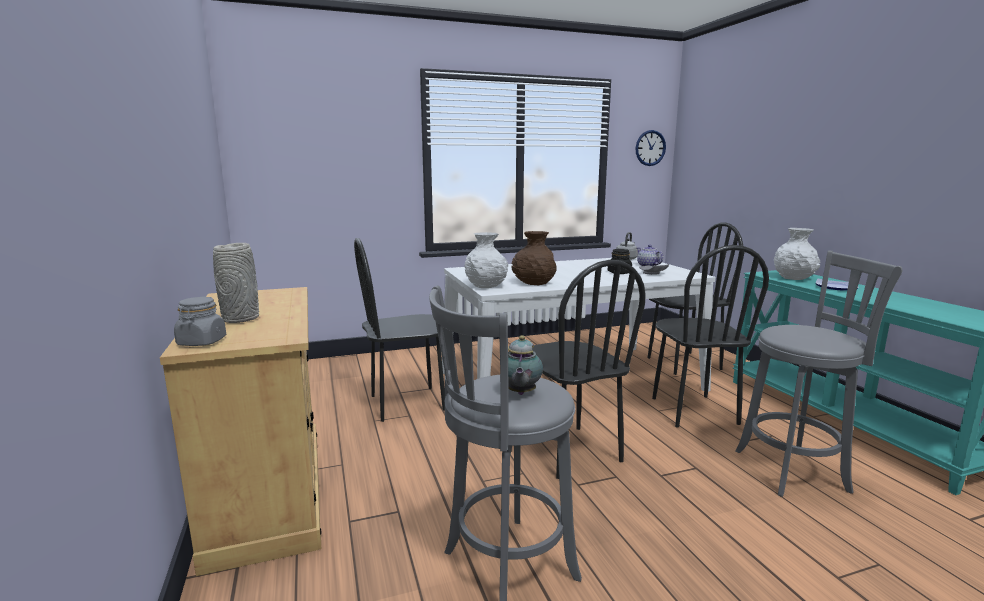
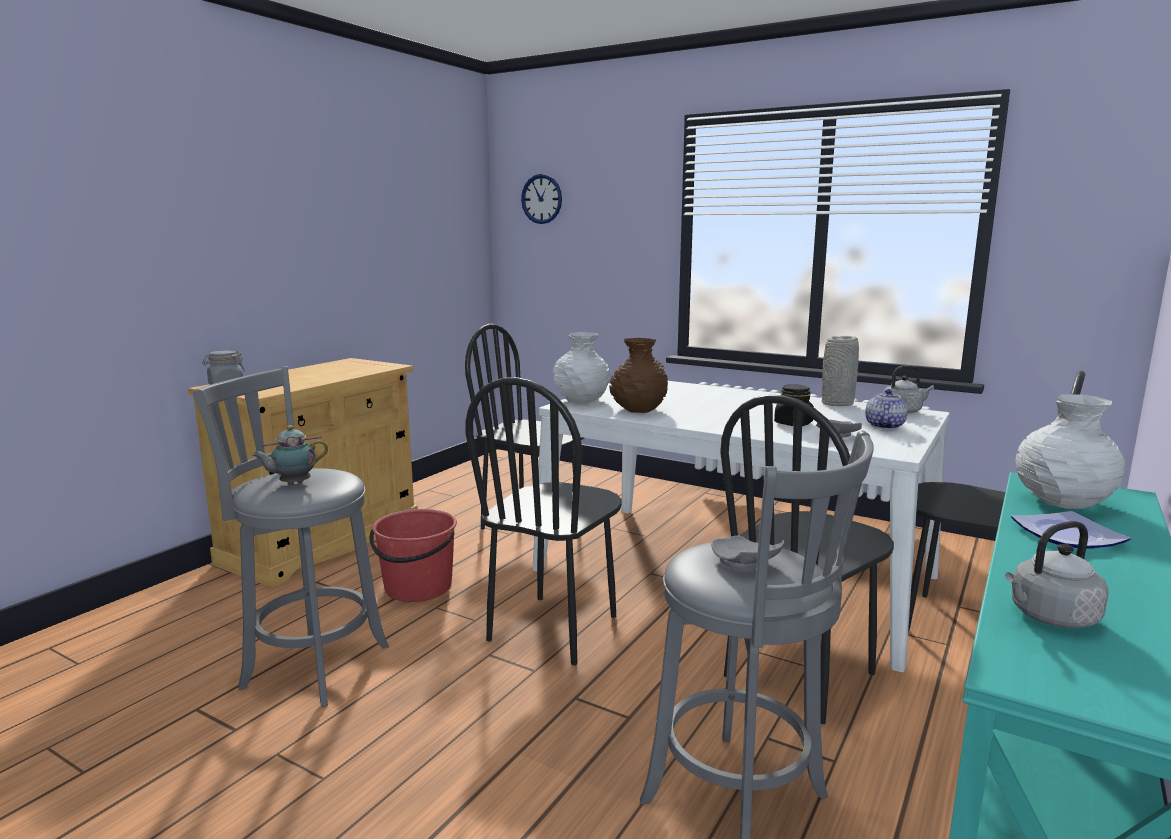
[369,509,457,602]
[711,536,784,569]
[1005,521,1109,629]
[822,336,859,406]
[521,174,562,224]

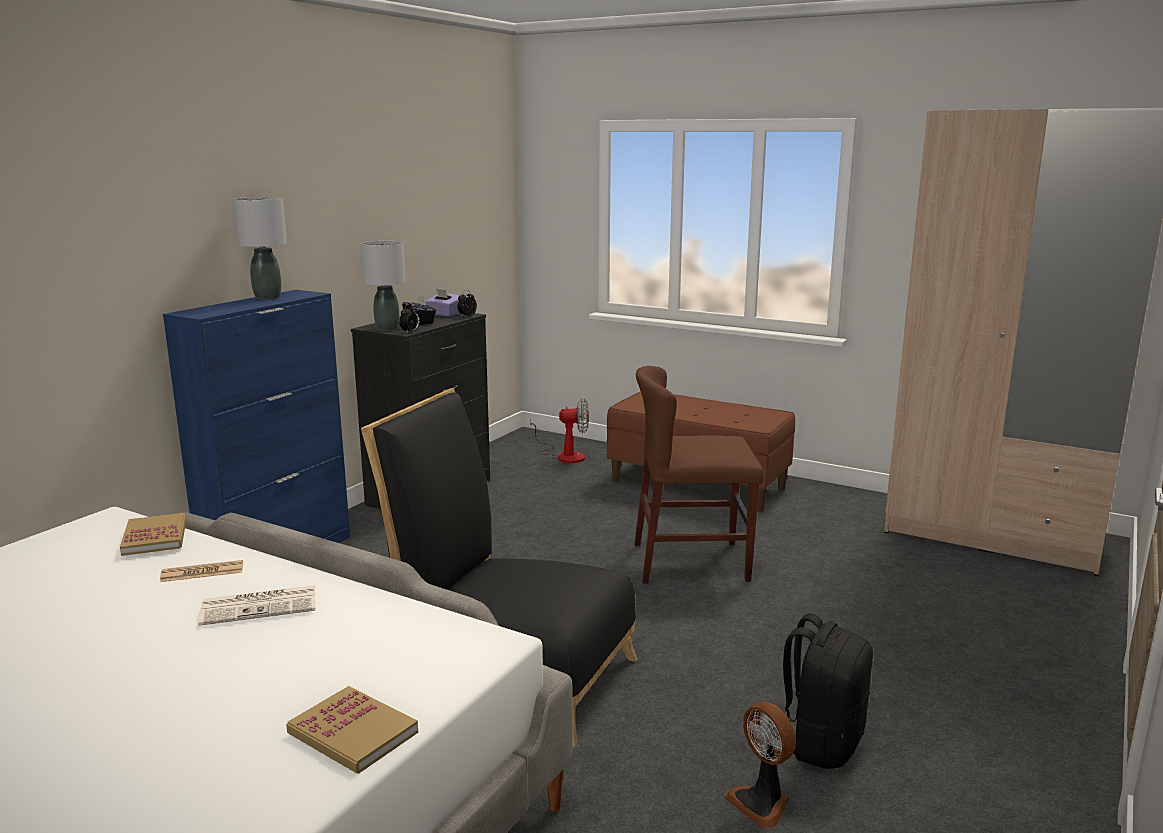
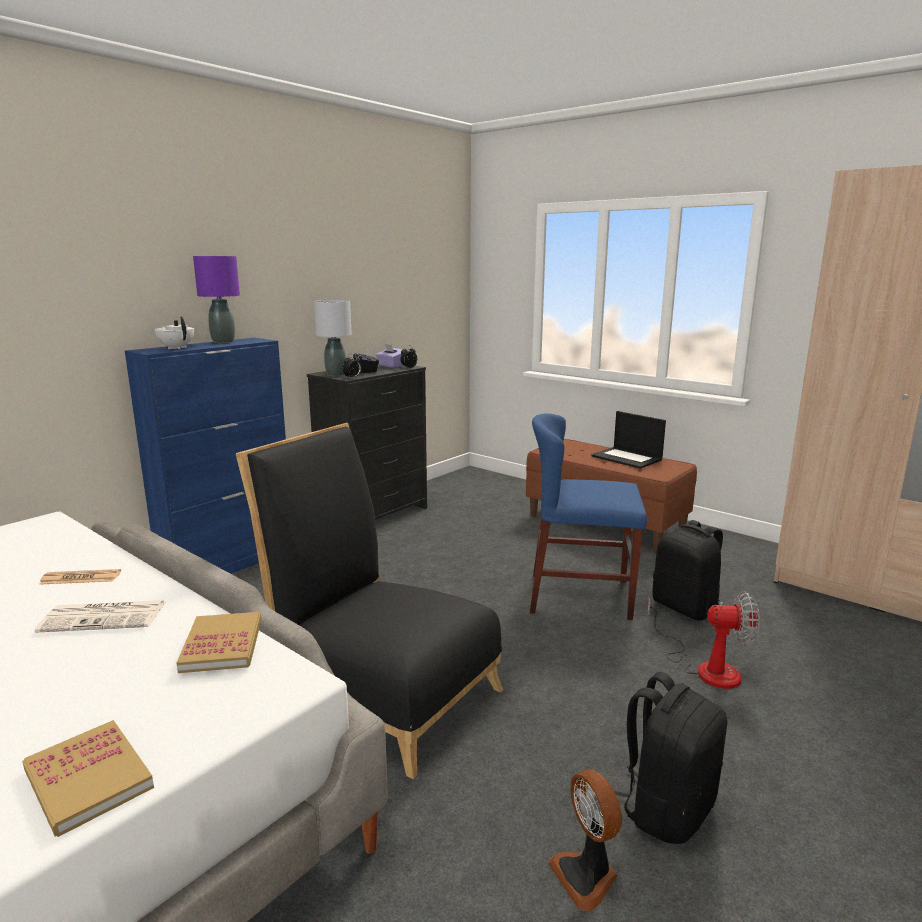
[154,316,194,349]
[592,411,666,469]
[652,520,723,620]
[177,612,261,673]
[647,591,760,689]
[193,256,240,343]
[530,413,647,620]

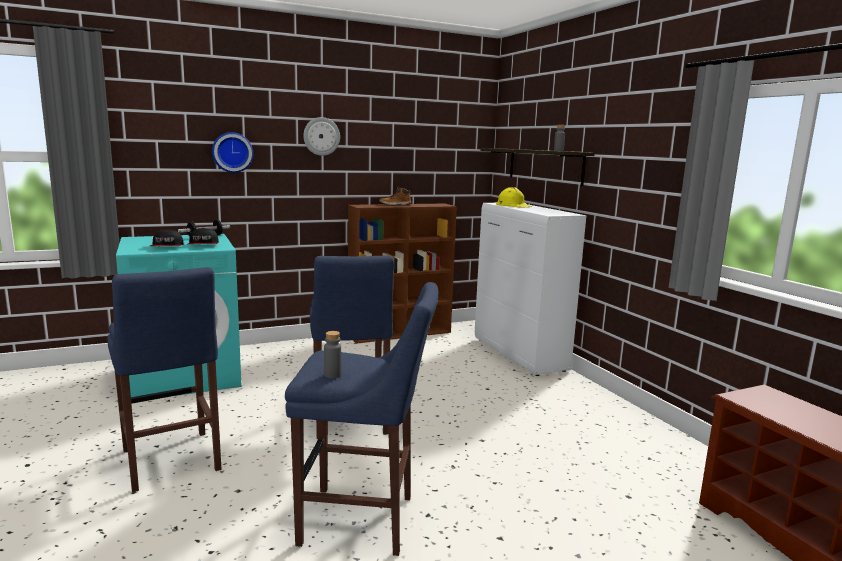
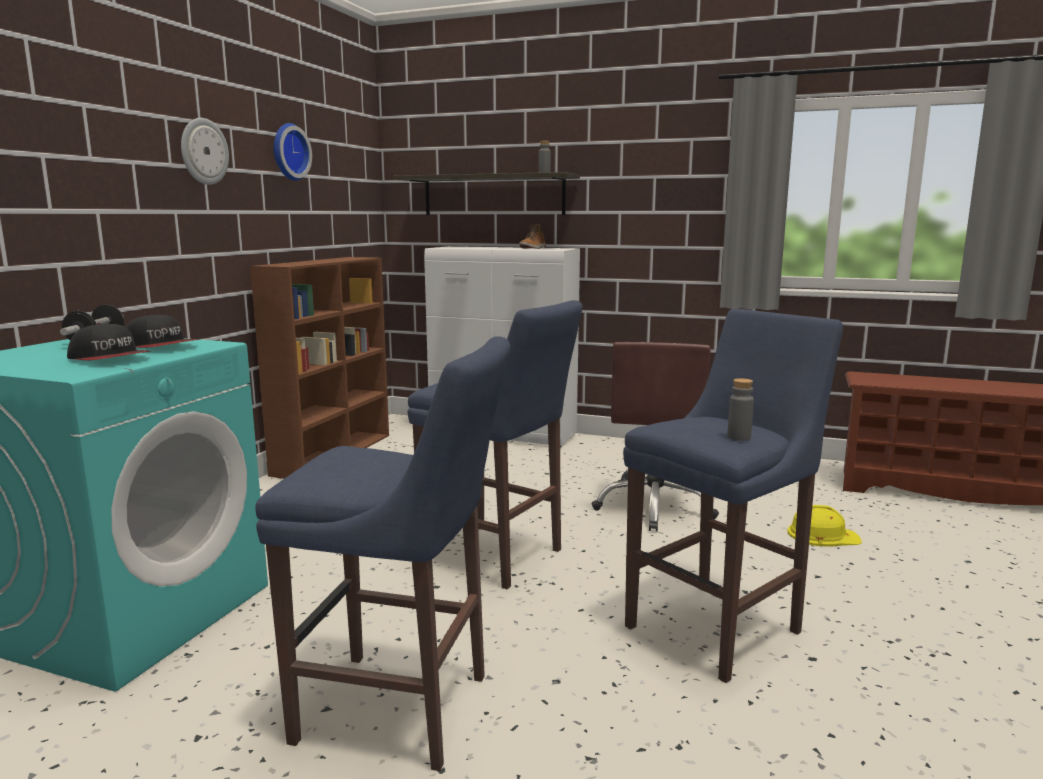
[592,342,719,532]
[273,123,312,181]
[519,223,546,249]
[788,505,862,547]

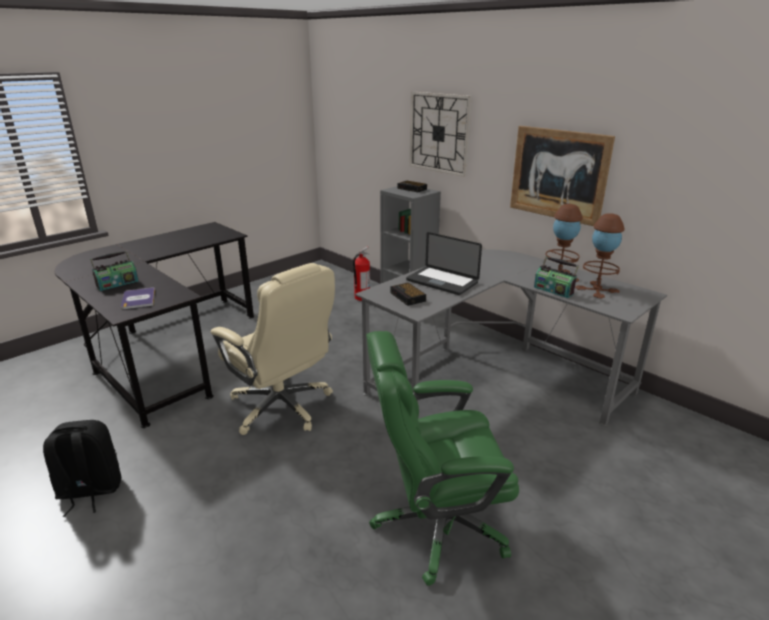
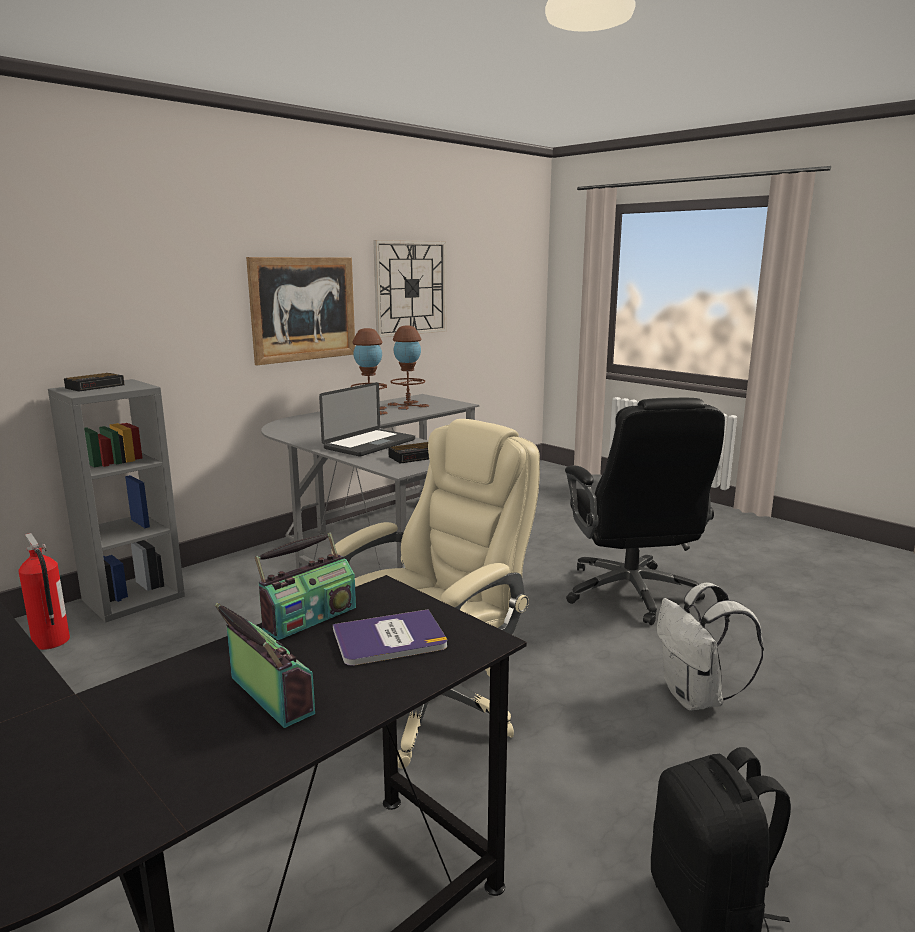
[657,583,764,711]
[373,240,446,338]
[255,533,356,640]
[565,398,725,625]

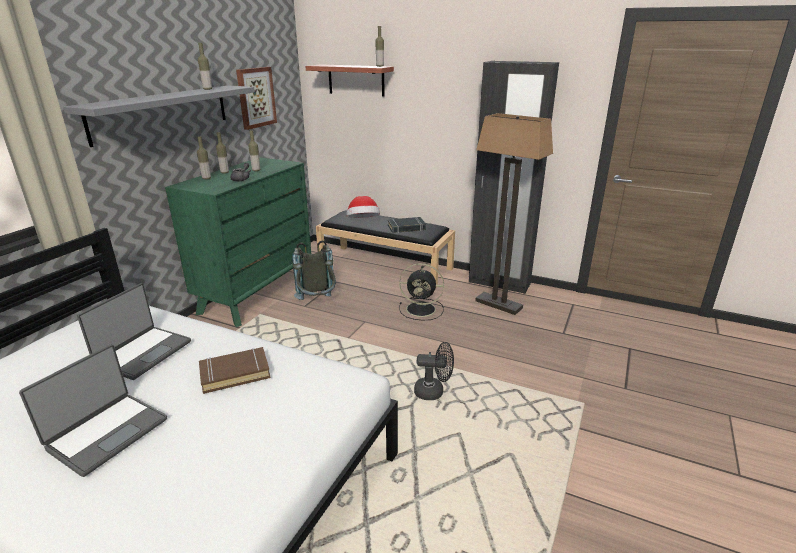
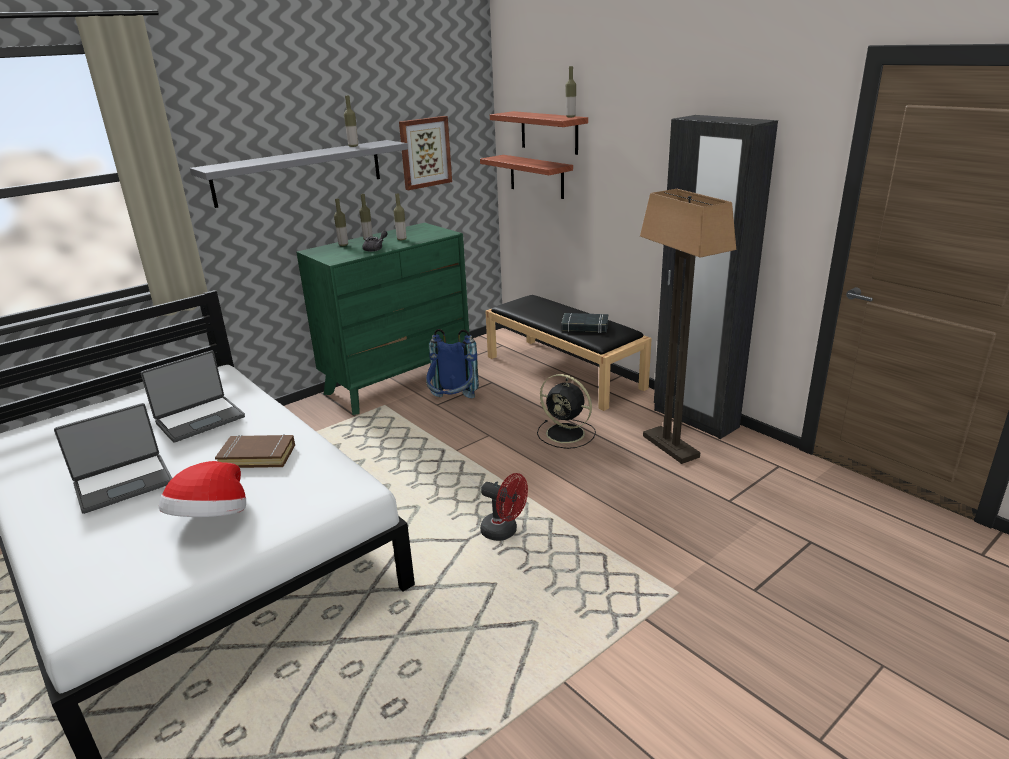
[480,155,573,199]
[159,461,246,517]
[426,329,479,398]
[480,473,528,541]

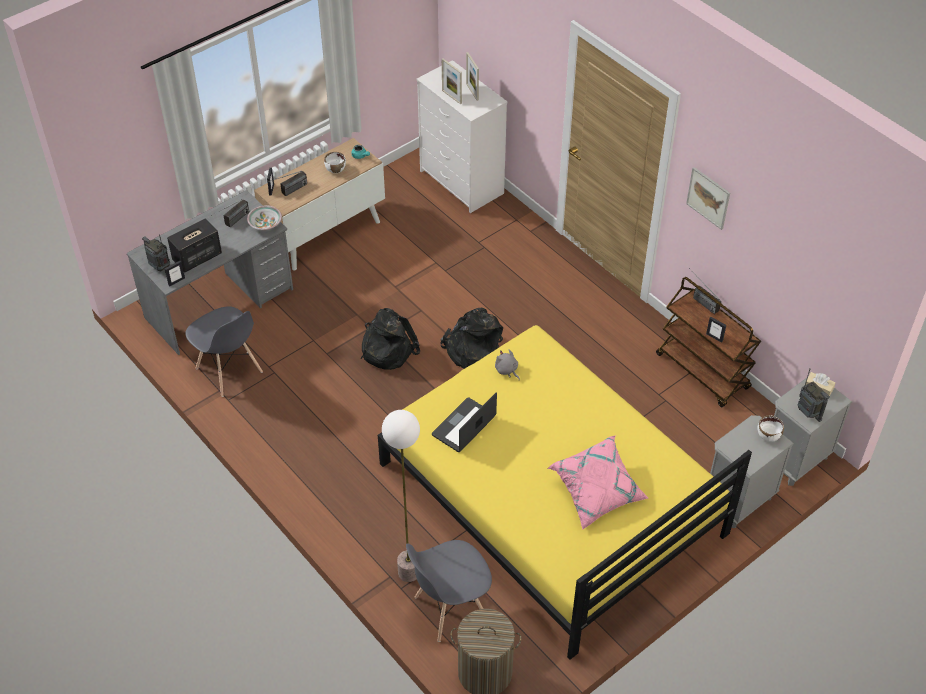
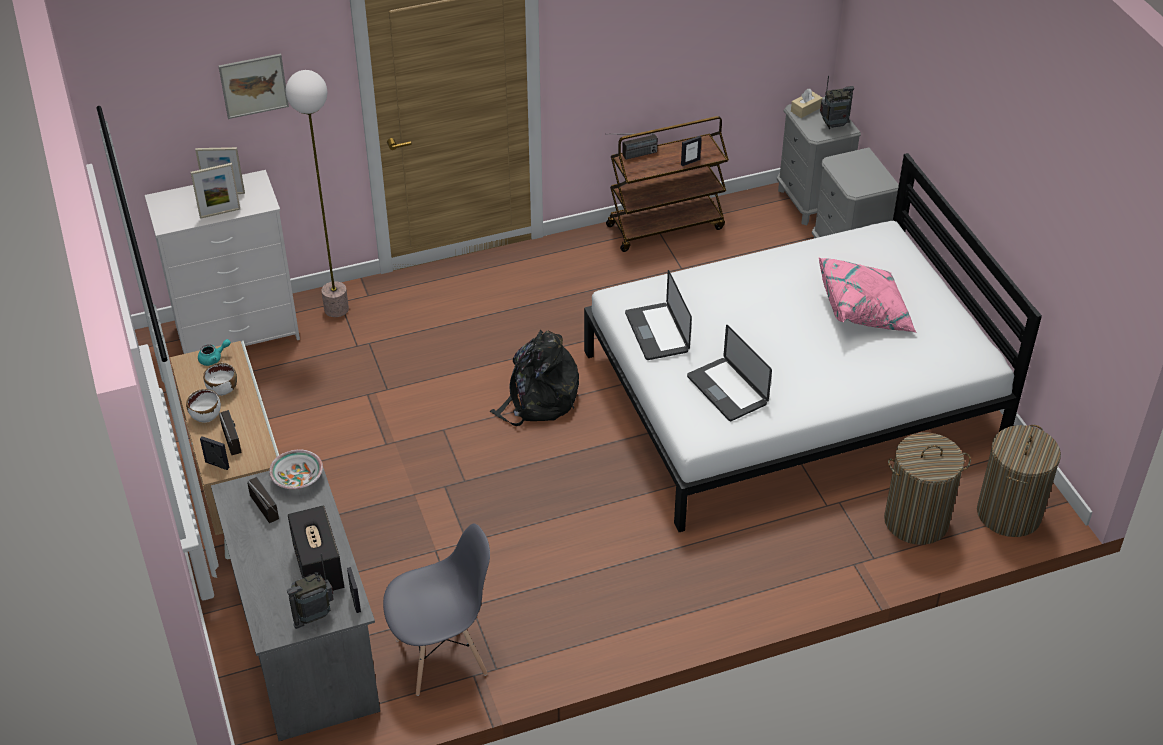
[361,308,420,370] (first image)
[286,70,349,317]
[219,54,289,119]
[186,389,221,423]
[884,433,971,545]
[625,270,692,360]
[584,153,1042,532]

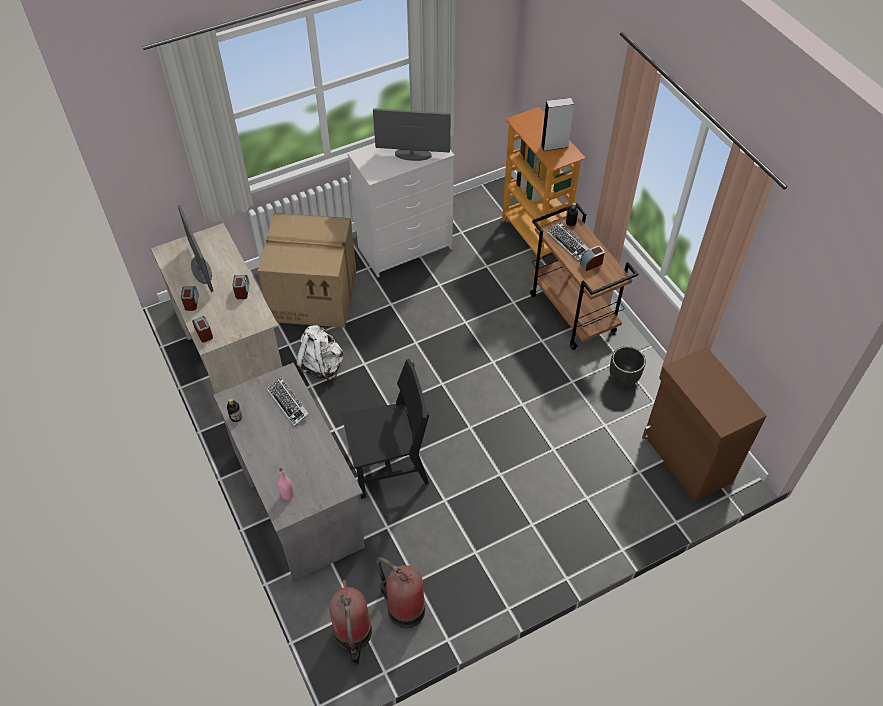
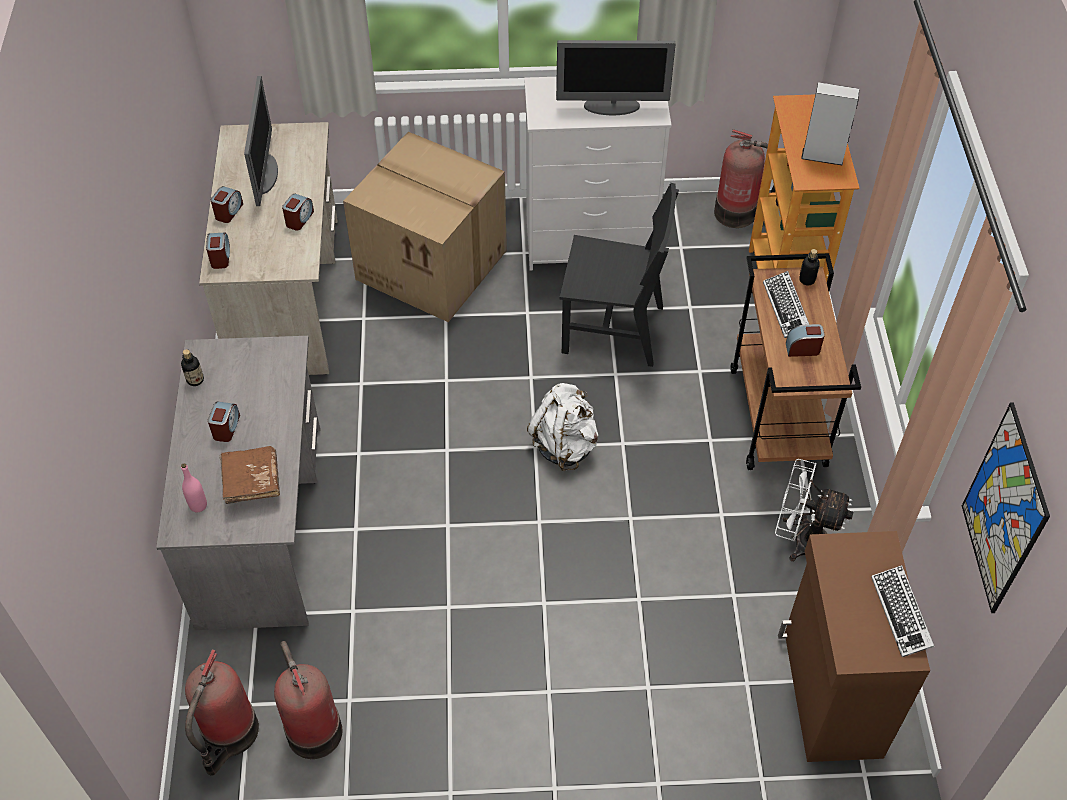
[208,402,240,442]
[220,446,280,504]
[714,129,775,228]
[962,402,1050,613]
[871,565,934,657]
[527,383,598,471]
[559,183,679,367]
[775,459,854,561]
[556,40,676,115]

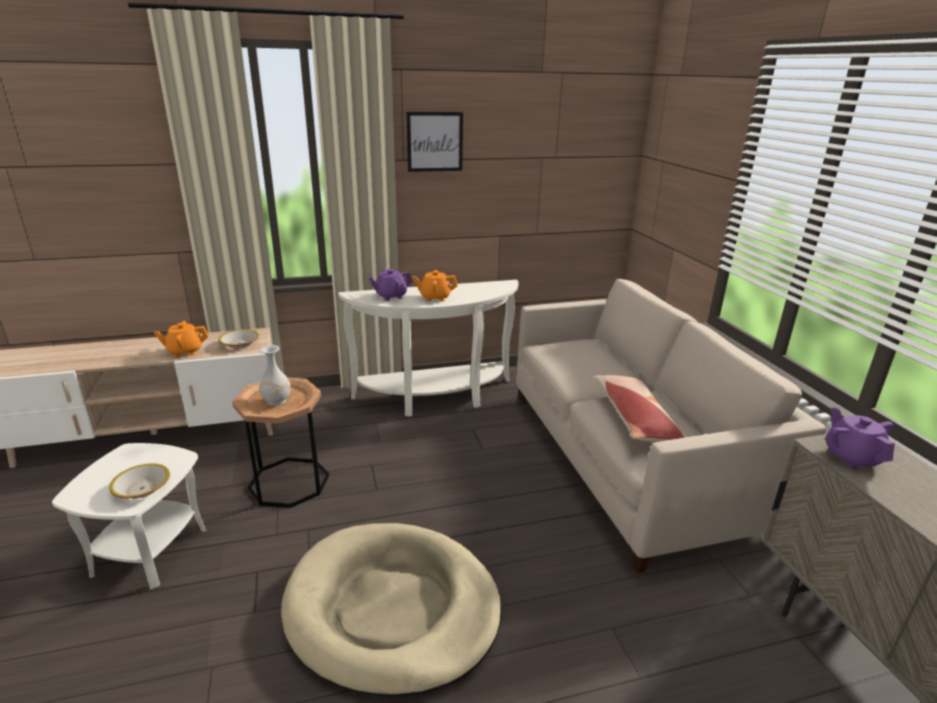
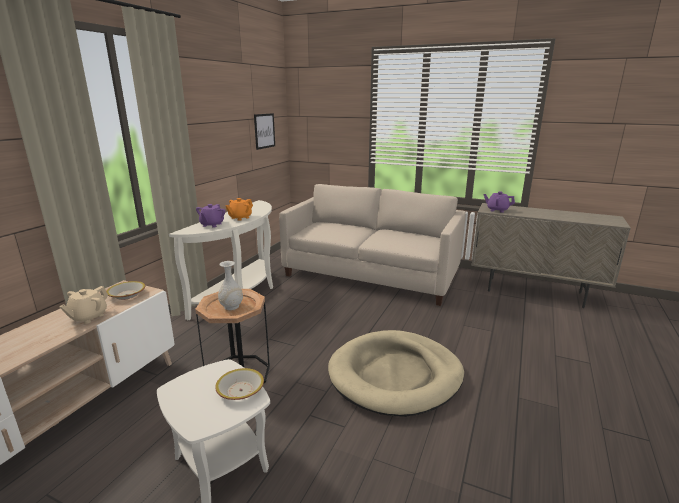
[595,375,687,442] (first image)
[254,113,275,150]
[59,286,108,324]

